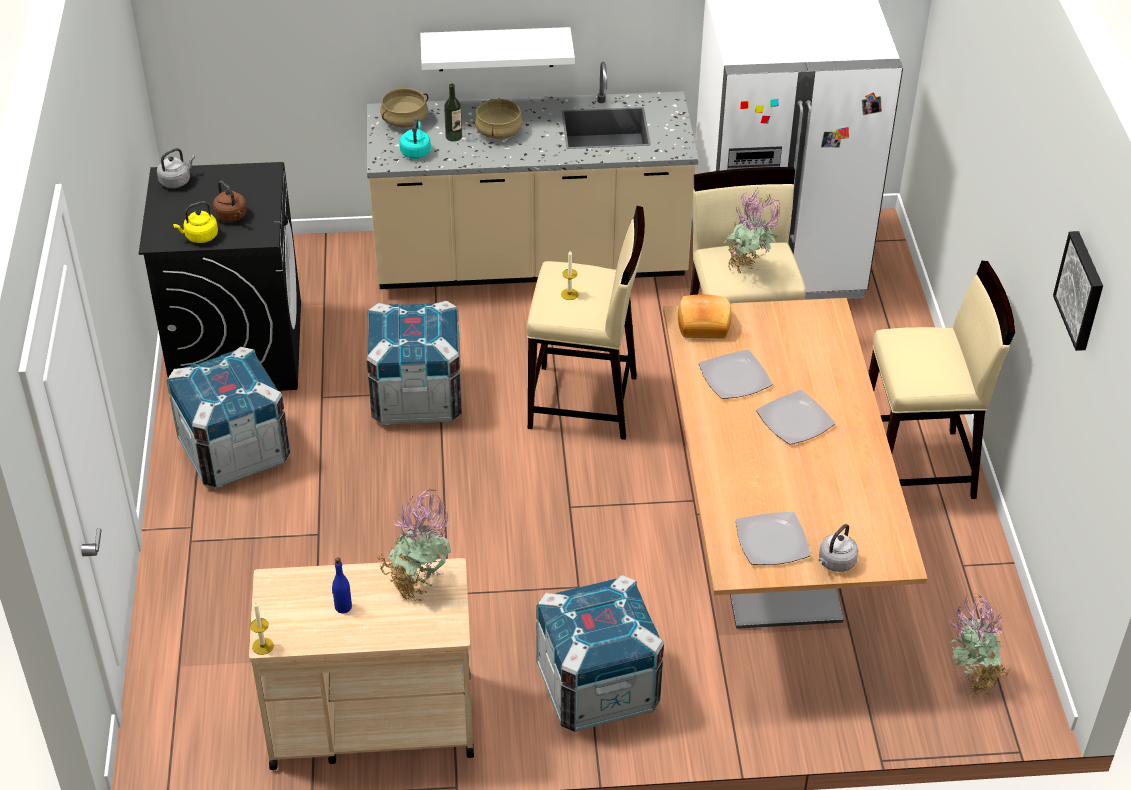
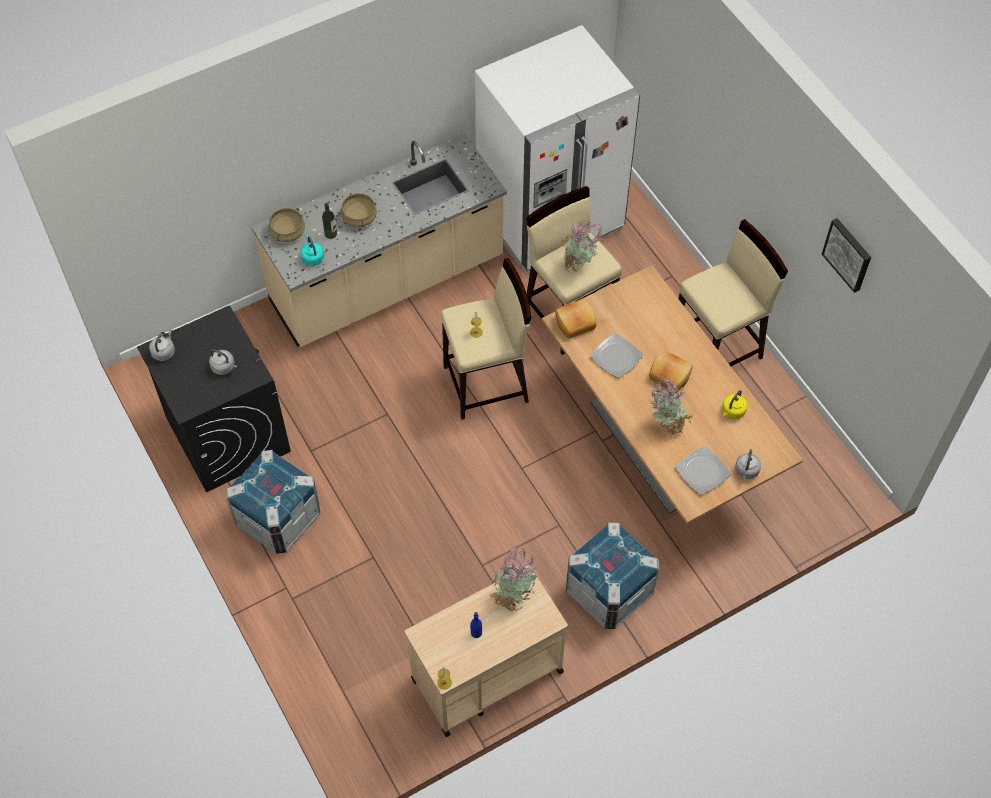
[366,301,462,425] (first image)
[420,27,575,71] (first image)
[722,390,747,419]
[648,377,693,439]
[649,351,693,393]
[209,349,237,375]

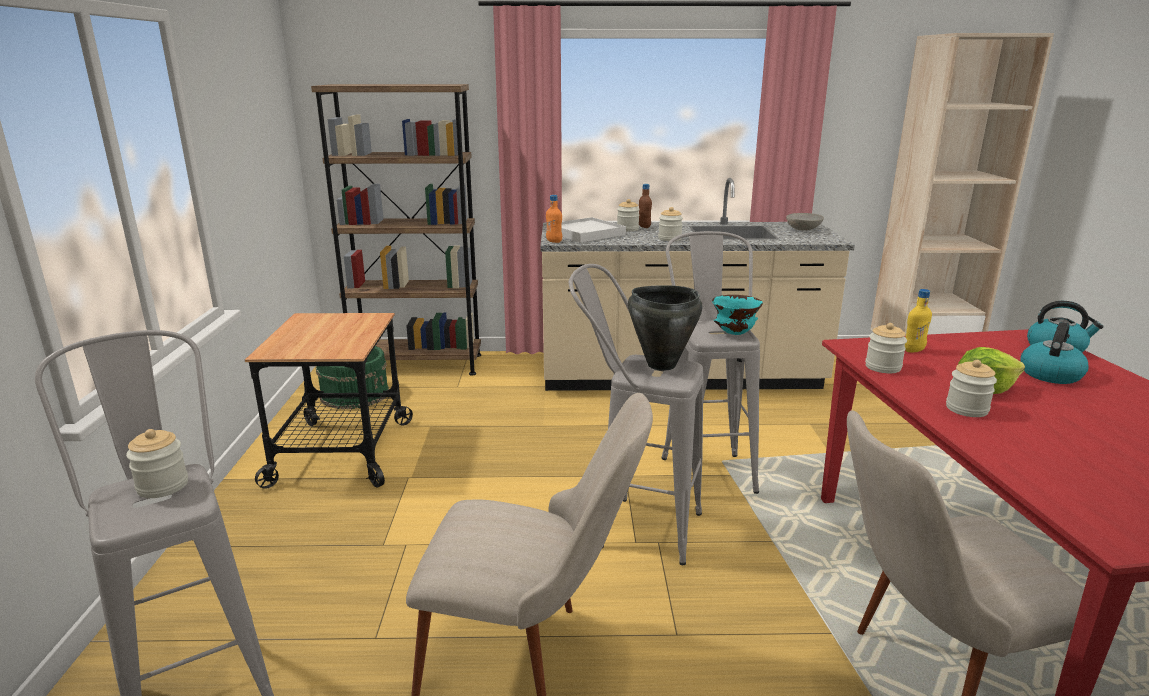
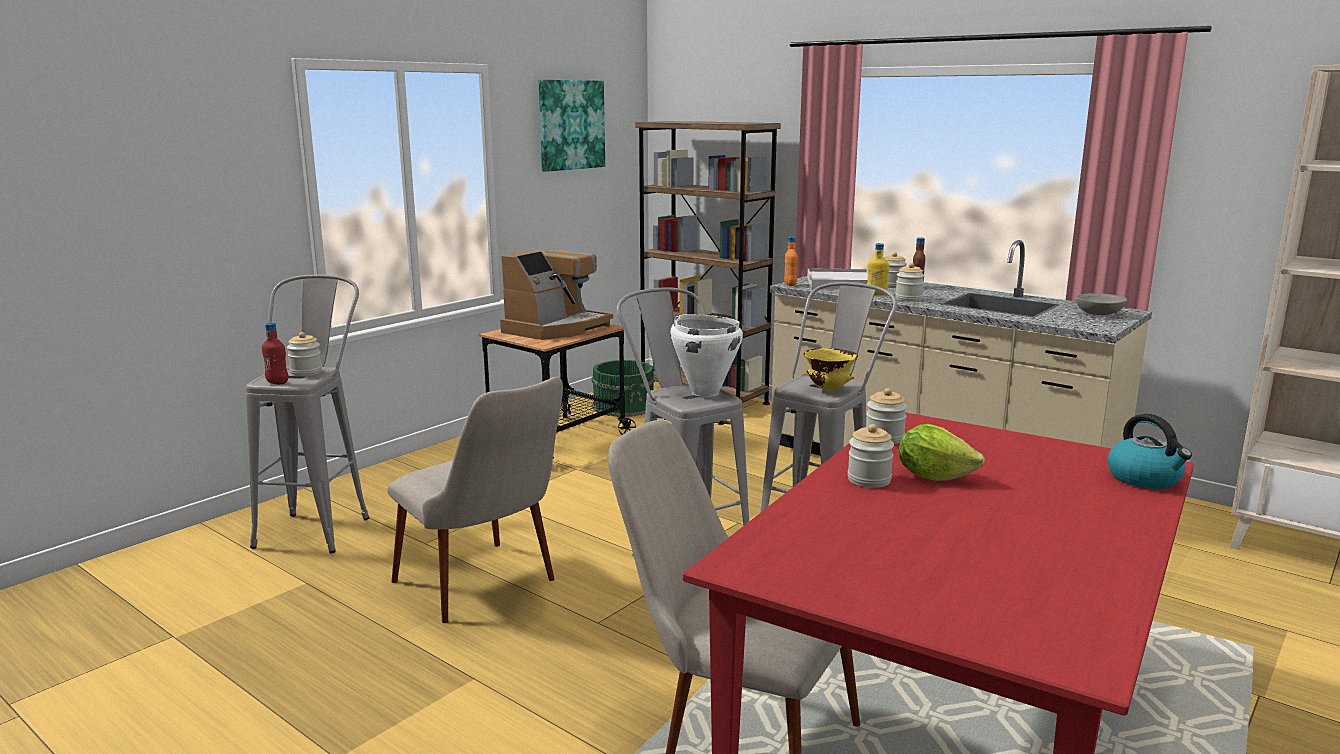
[1020,322,1089,384] (first image)
[262,322,289,384]
[500,249,613,340]
[539,80,605,172]
[867,243,889,295]
[670,314,743,397]
[804,348,858,391]

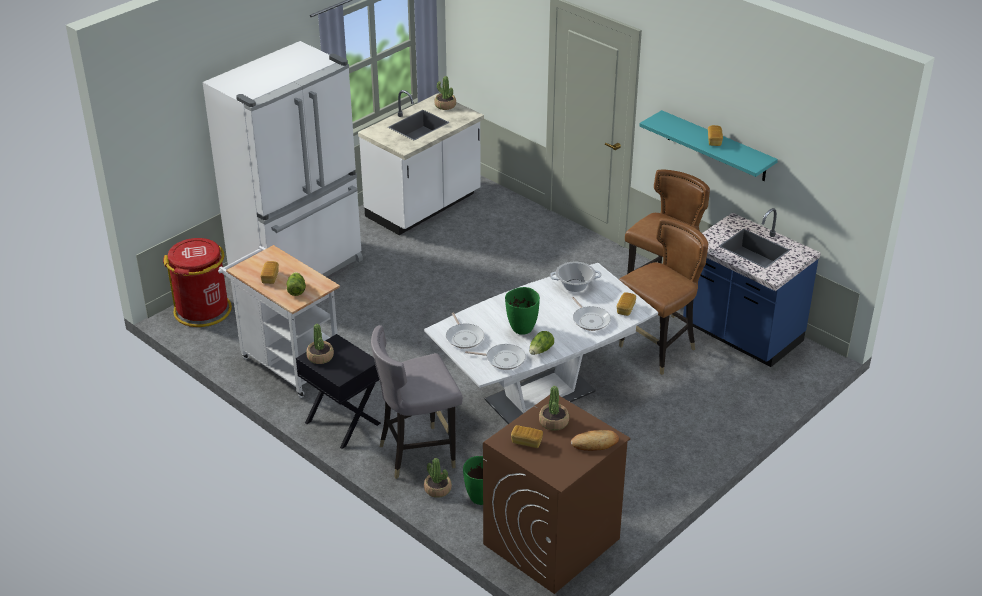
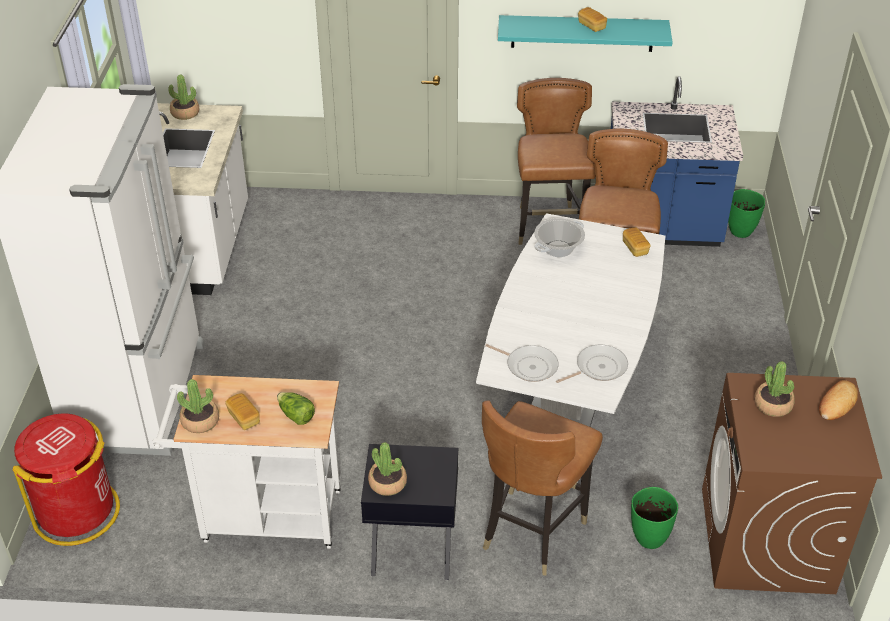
[511,425,543,448] (first image)
[529,331,554,355] (first image)
[572,297,611,331] (first image)
[177,379,219,433]
[728,189,765,238]
[482,400,603,575]

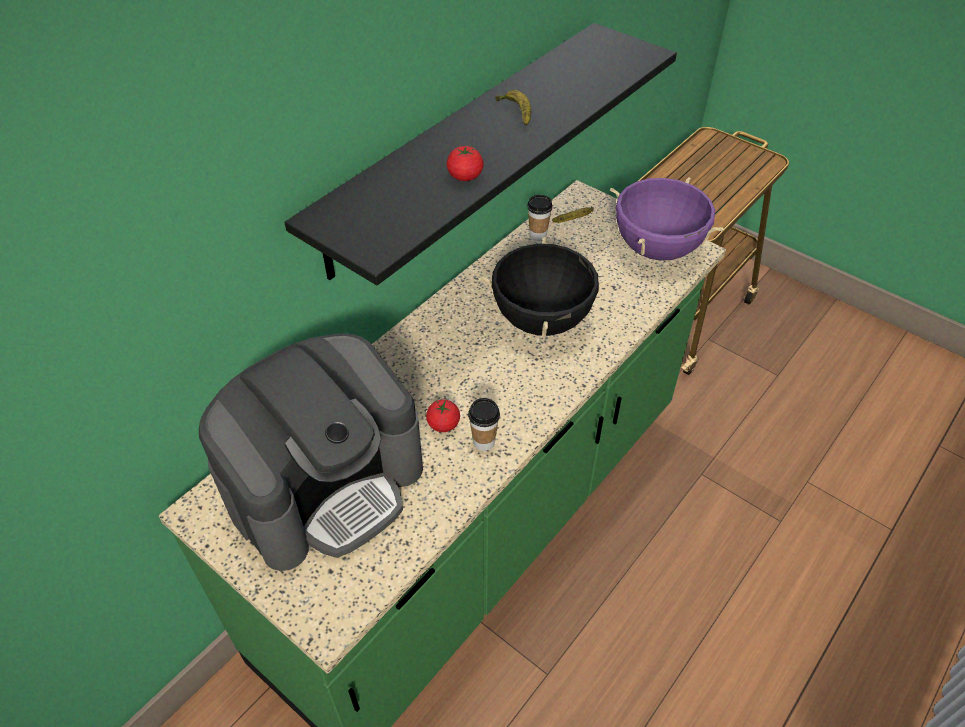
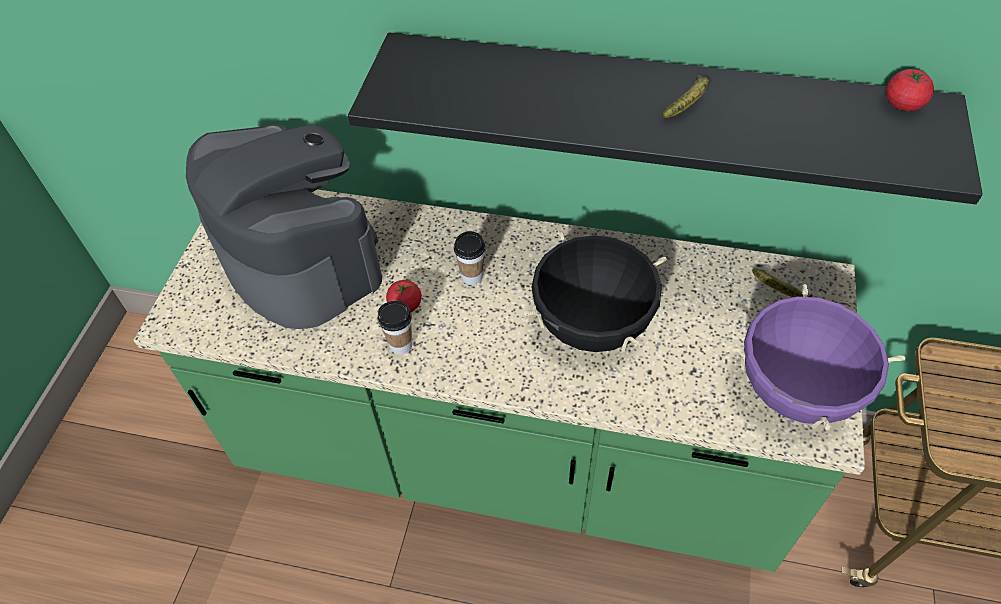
[886,69,934,111]
[454,231,485,285]
[186,124,382,329]

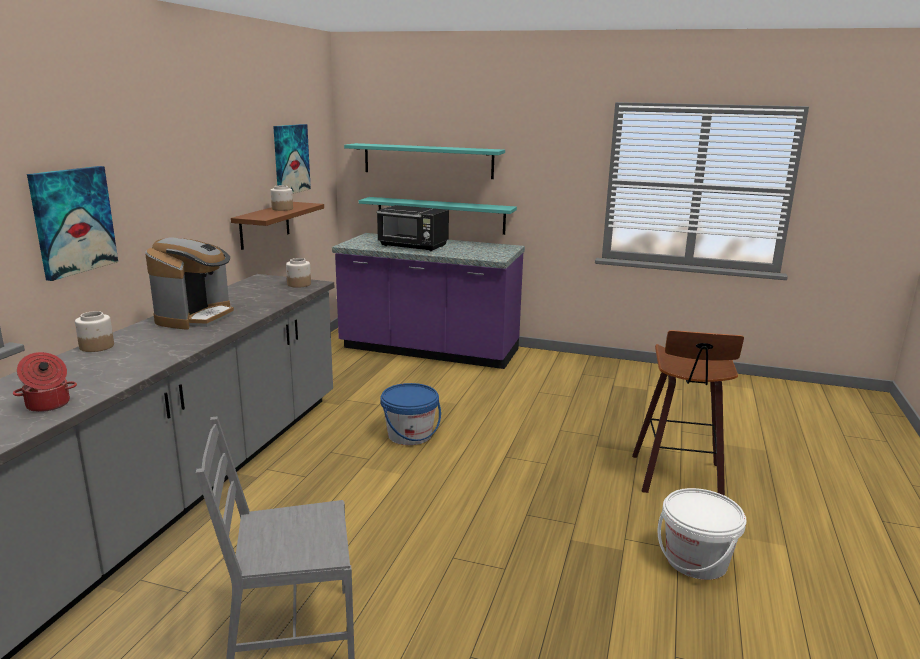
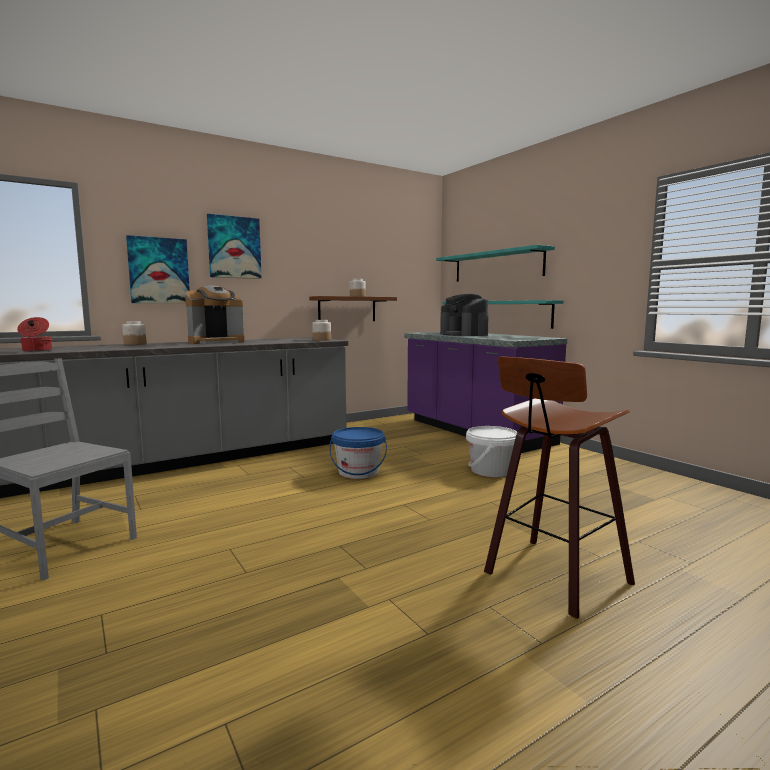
[207,214,262,279]
[466,426,517,477]
[440,294,489,336]

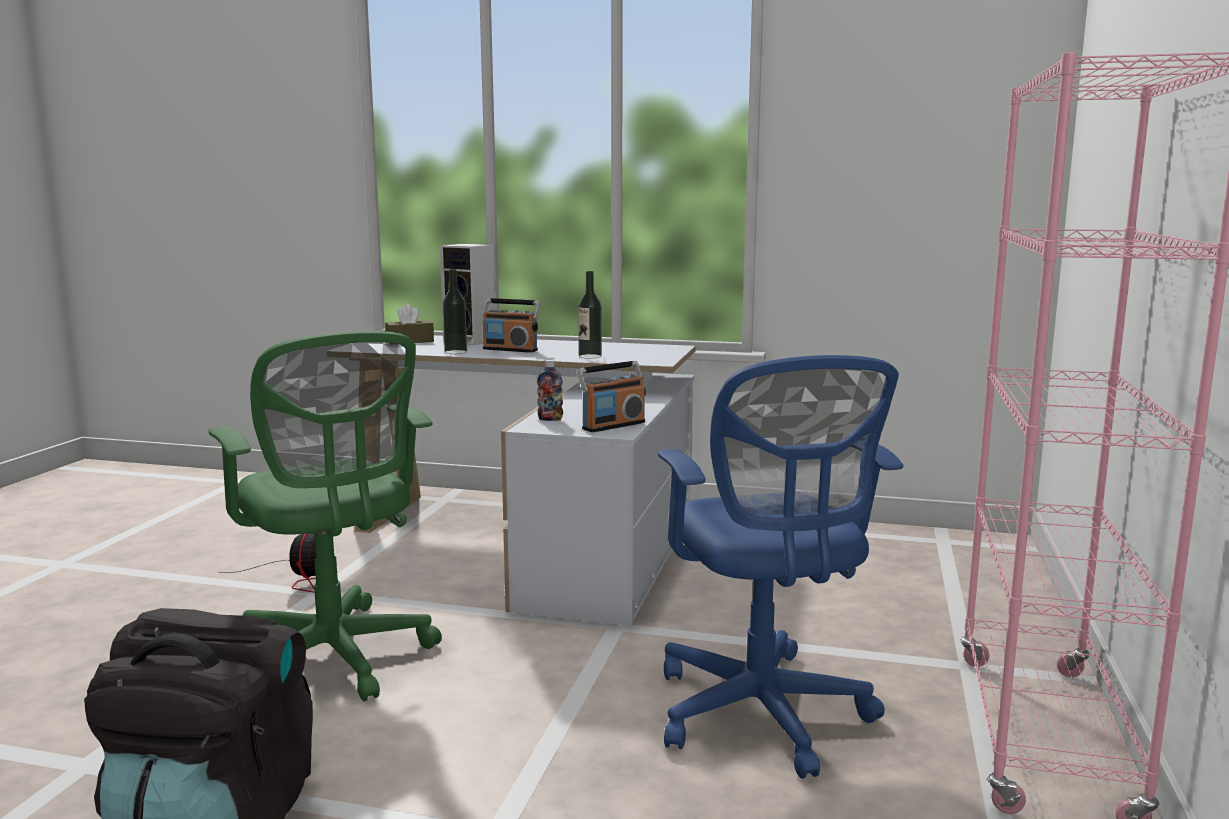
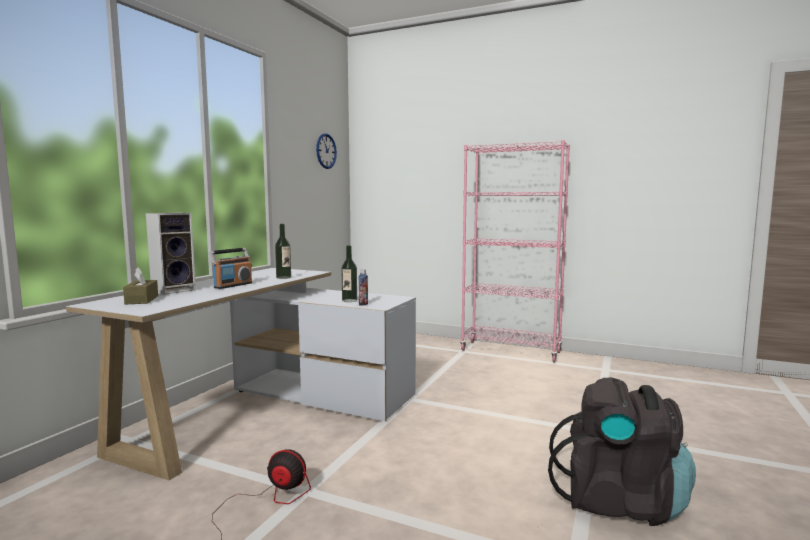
[209,331,442,701] (first image)
[577,361,646,432] (first image)
[658,355,903,779] (first image)
[316,133,337,169]
[341,245,357,302]

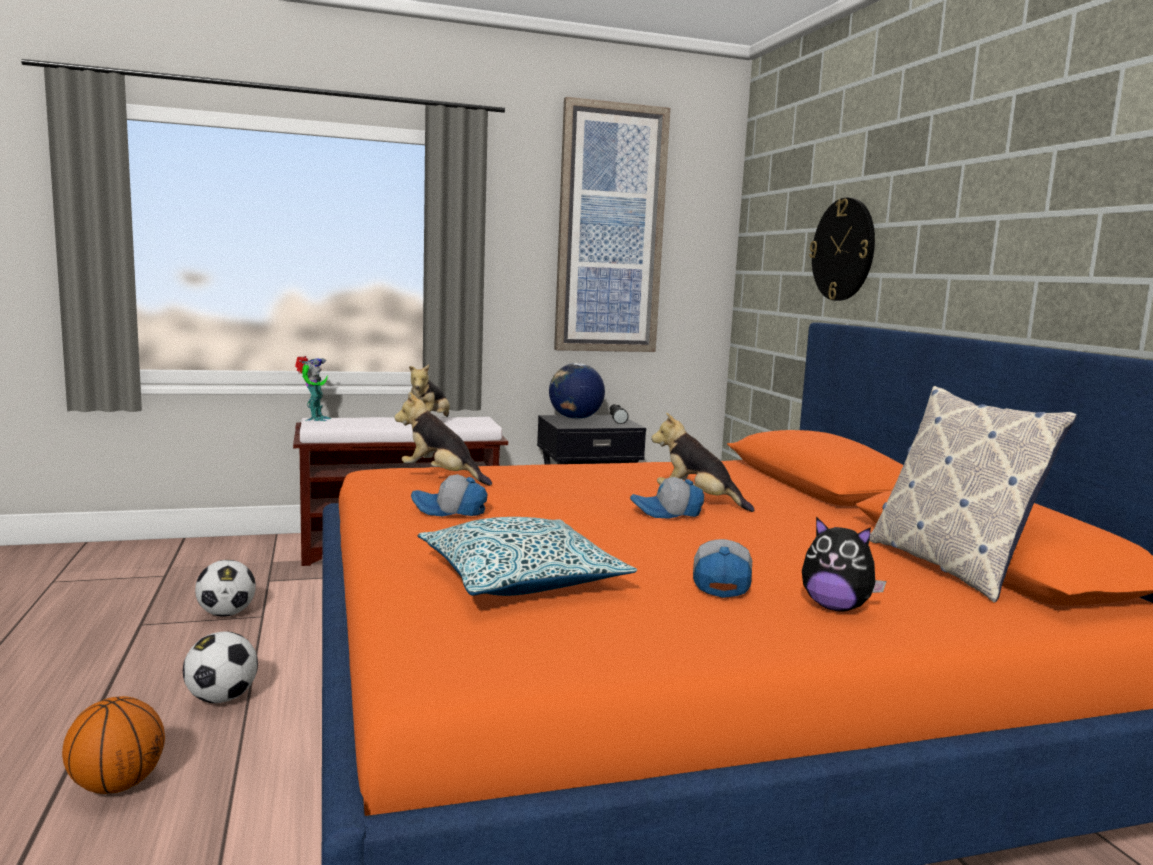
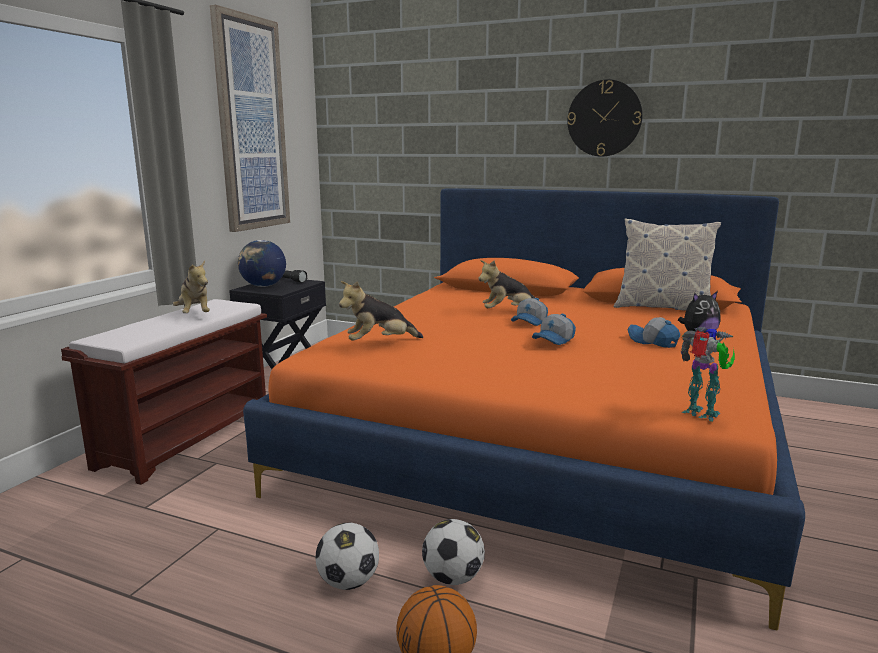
[418,517,637,596] (first image)
[422,519,485,585]
[681,327,735,421]
[532,314,576,345]
[567,79,643,157]

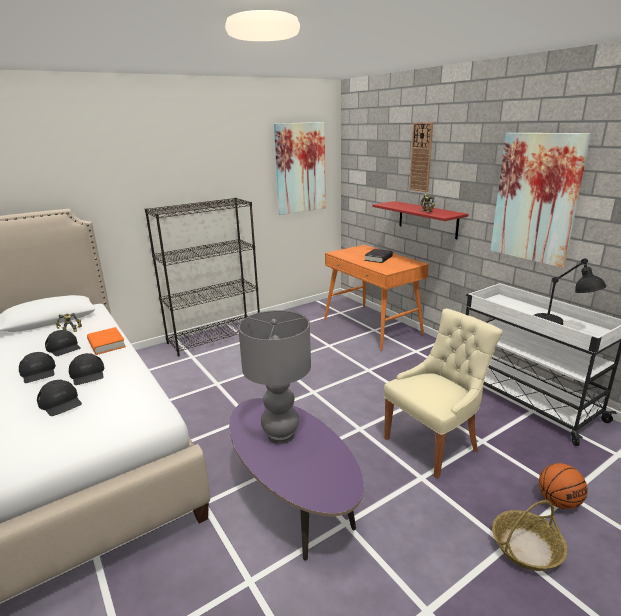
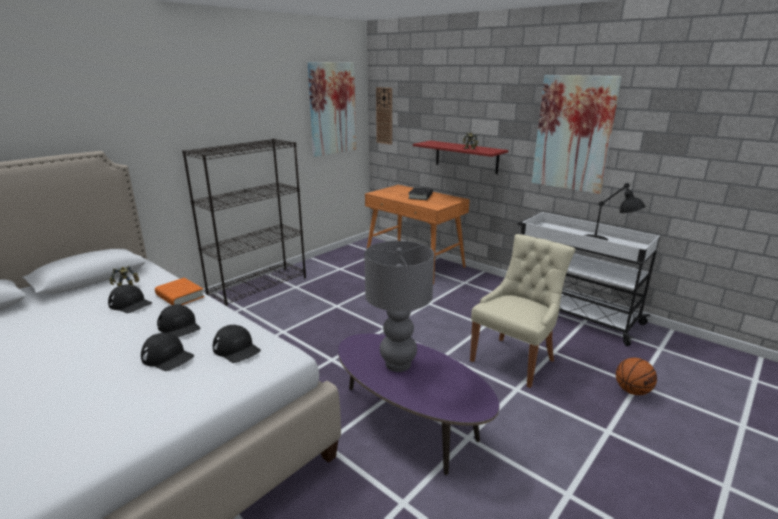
[492,500,568,571] (first image)
[213,325,261,363]
[376,87,392,145]

